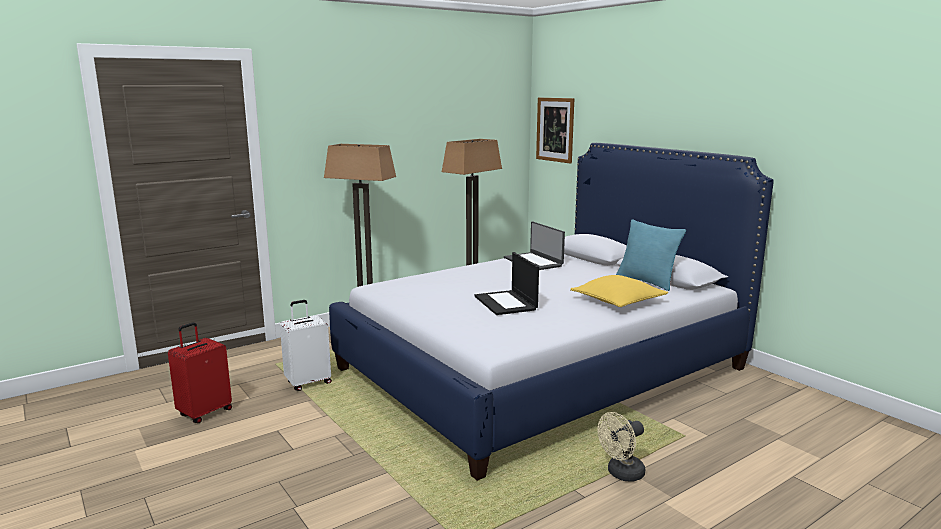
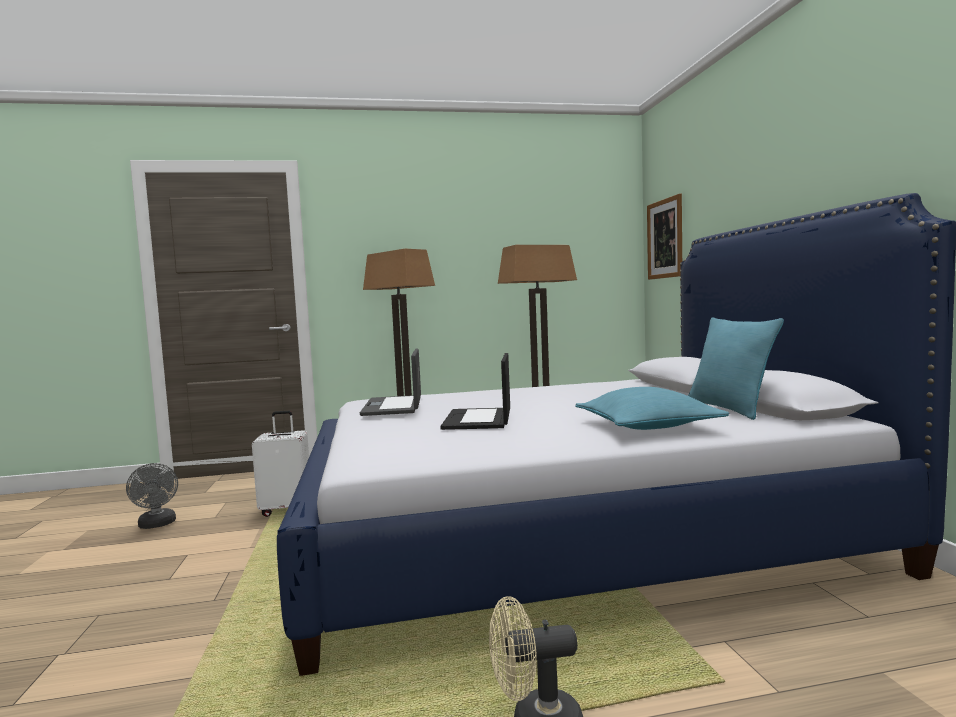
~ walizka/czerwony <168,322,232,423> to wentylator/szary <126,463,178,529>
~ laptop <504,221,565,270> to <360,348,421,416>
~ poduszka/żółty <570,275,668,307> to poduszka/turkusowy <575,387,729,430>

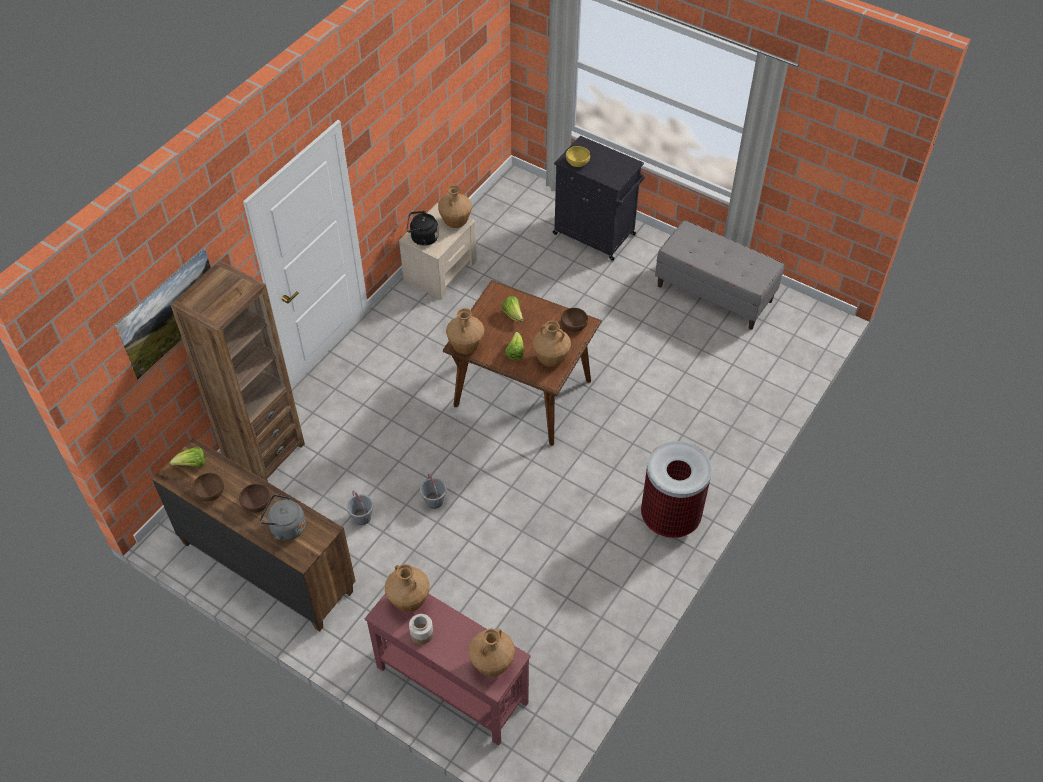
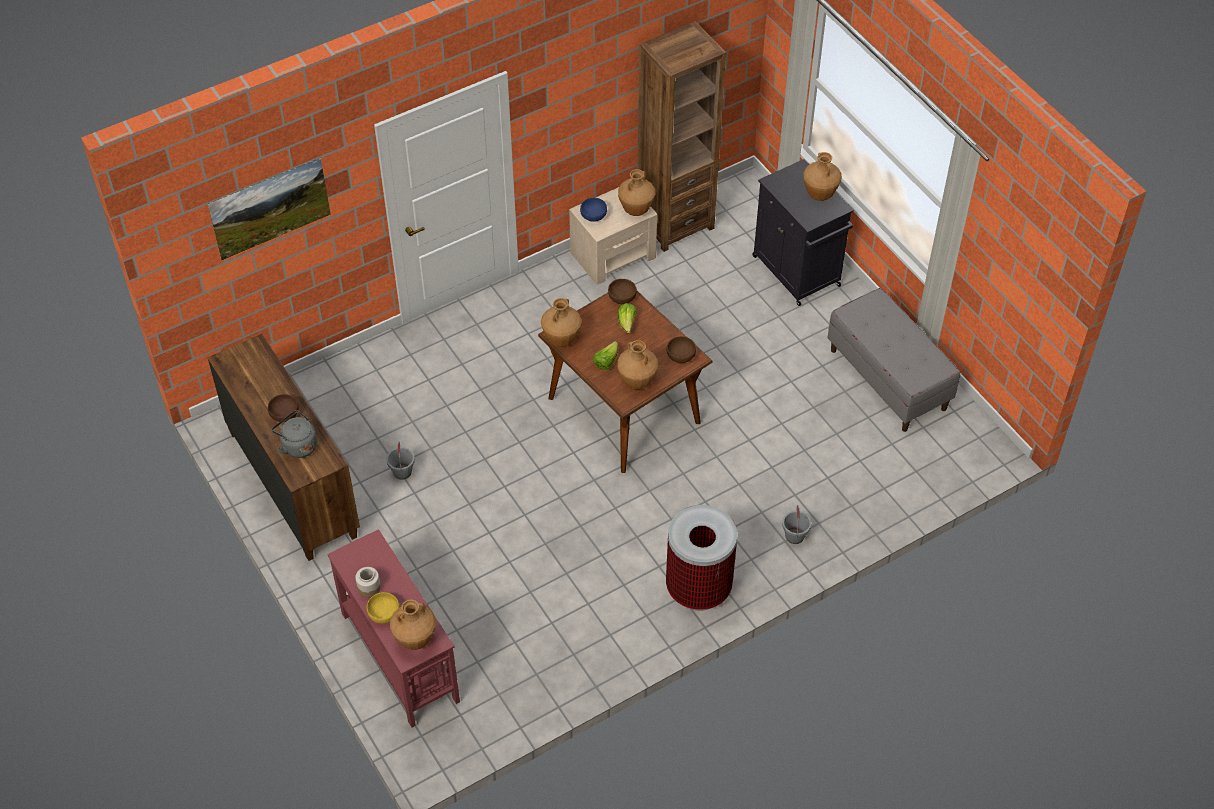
~ regał/brązowy <170,260,305,482> to <637,21,726,252>
- sałata <170,447,205,467>
~ miska/brązowy <192,473,224,501> to <608,279,637,304>
~ wazon/brązowy <385,564,430,612> to <803,152,842,201>
~ czajnik/czarny <407,211,439,246> to miska/niebieski <580,198,607,222>
~ wiadro/szary <420,474,447,509> to <782,505,811,544>
~ miska/żółty <566,146,590,167> to <367,592,400,624>

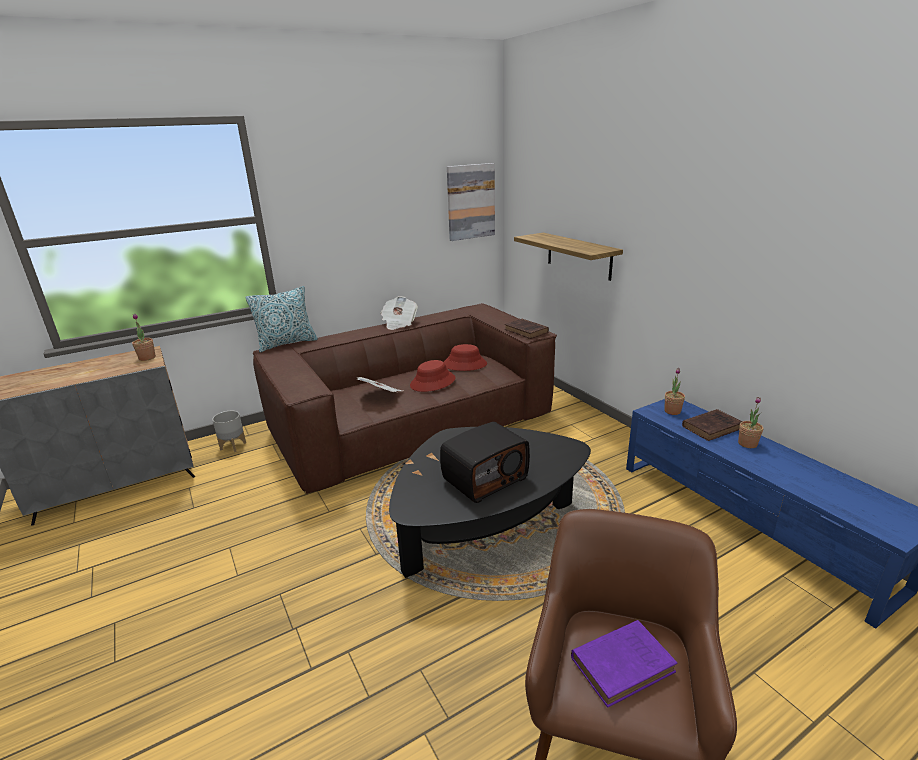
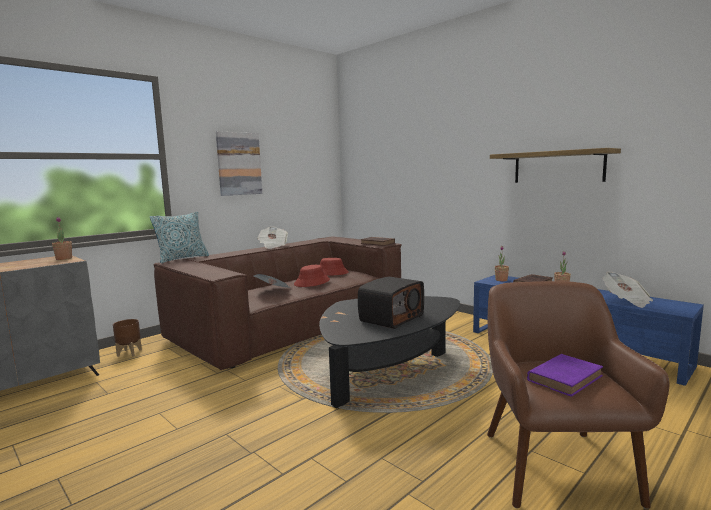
~ donica/szary <212,411,246,452> to donica/brązowy <113,319,142,357>
~ obraz <447,163,495,241> to <216,131,262,196>
~ półka <514,233,623,281> to <490,148,621,183>
+ gazeta <602,272,653,308>

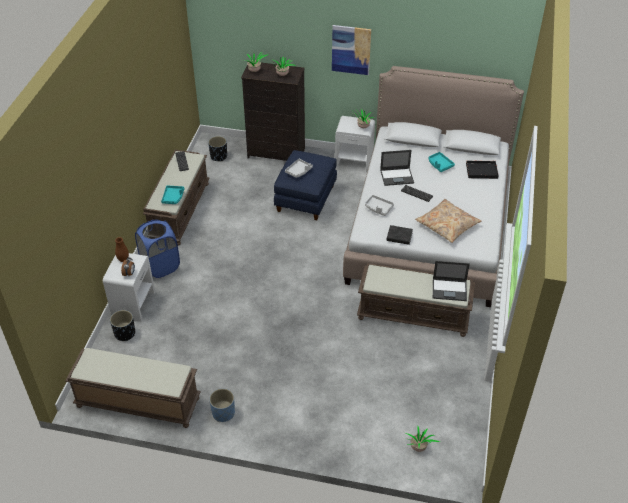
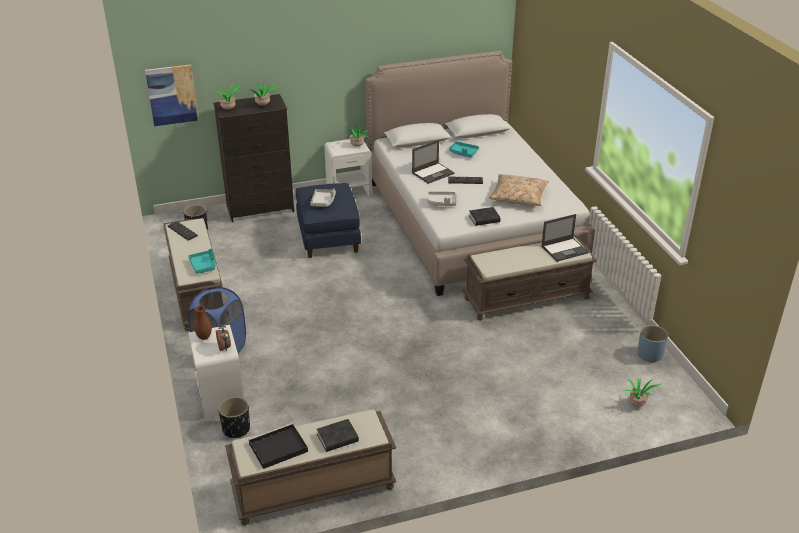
~ donica/niebieski <209,388,235,422> to <638,325,668,363>
~ obraz <332,25,371,75> to <145,64,199,126>
~ taca/czarny <466,160,499,179> to <248,423,308,469>
+ książka/czarny <317,419,359,452>

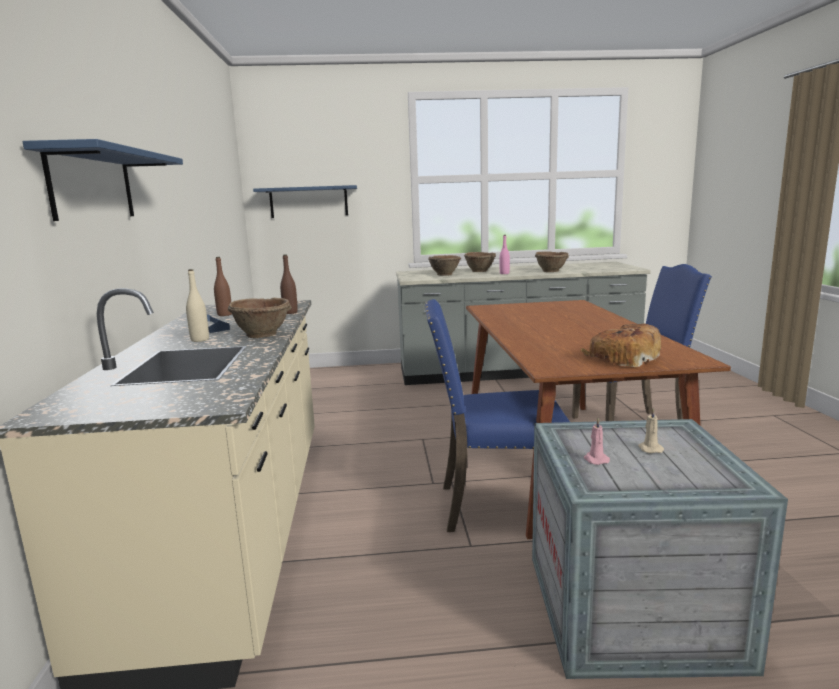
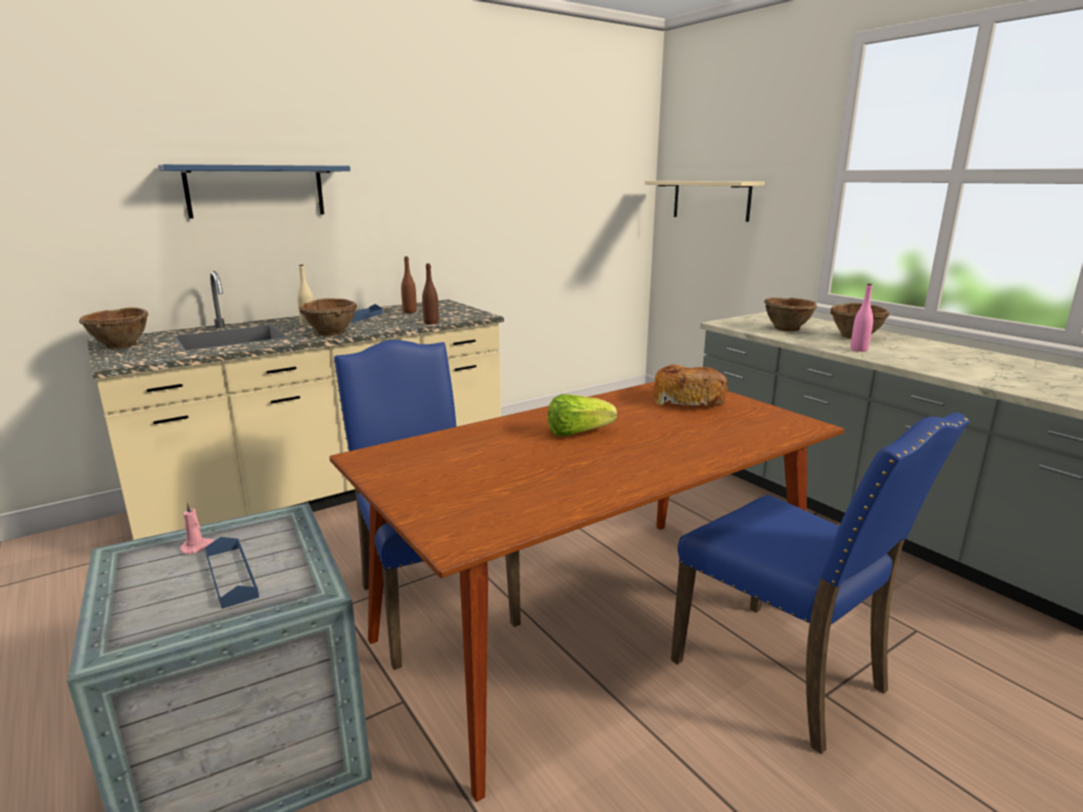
~ półka/niebieski <253,185,357,218> to półka/beżowy <645,181,765,222>
~ miska/brązowy <535,251,569,272> to <79,307,148,349>
~ chleb <581,324,661,367> to <654,364,728,407>
~ świeca/beżowy <638,408,664,453> to taca/niebieski <205,537,259,609>
+ sałata <548,394,617,436>

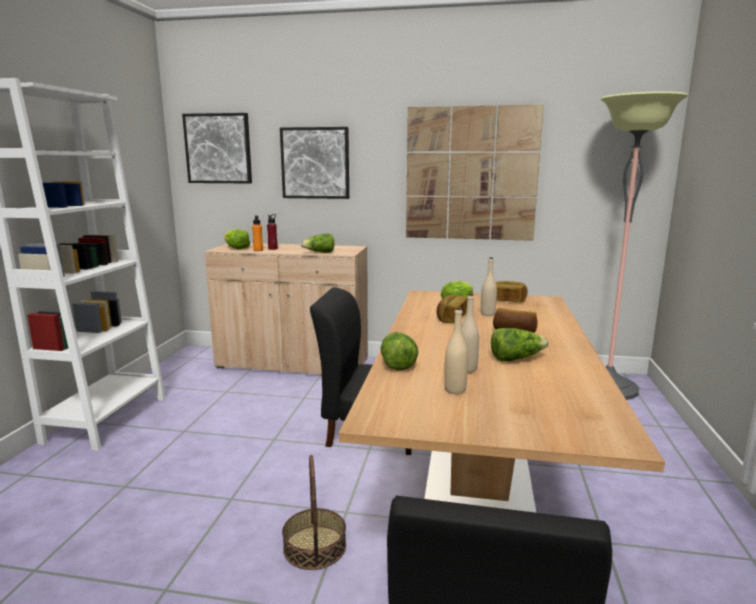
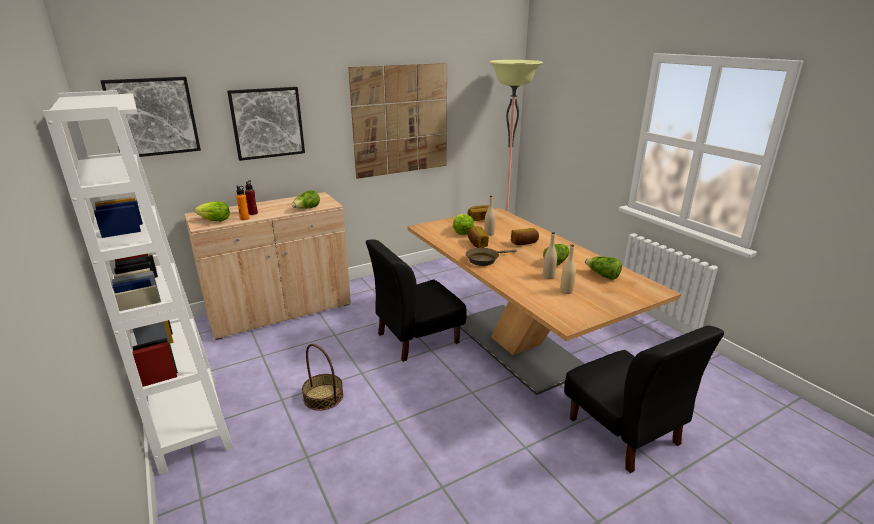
~ koszyk <282,455,346,570> to <302,344,344,410>
~ sałata <380,332,418,371> to <585,256,622,280>
+ patelnia/brązowy <465,248,517,266>

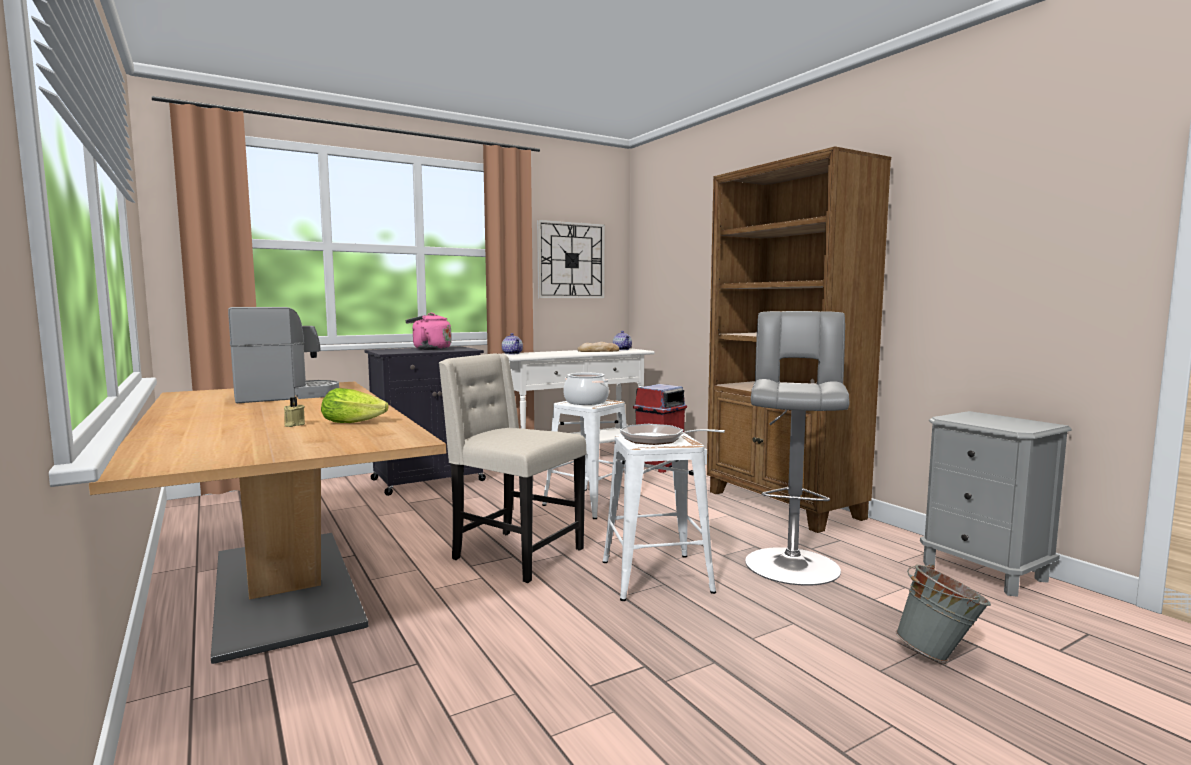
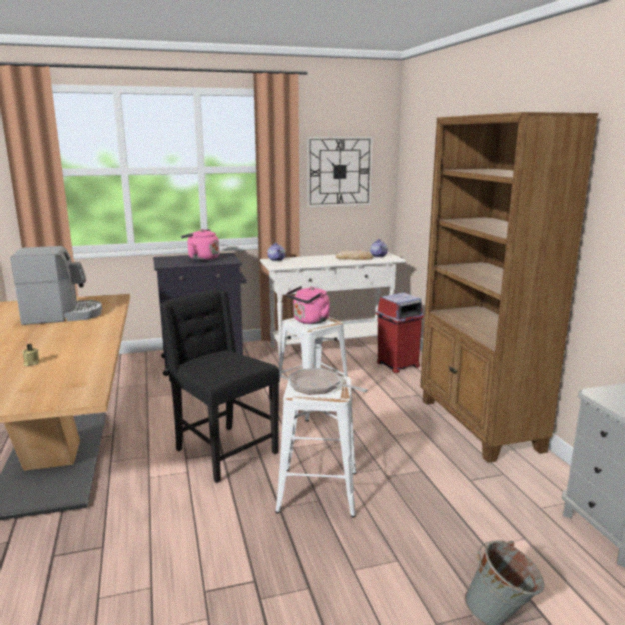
- sałata <321,388,388,423>
~ krzesło/beżowy <439,354,586,583> to krzesło/czarny <159,289,280,483>
~ garnek <563,373,609,405> to czajnik/różowy <286,286,330,324>
- stołek/szary <745,311,850,586>

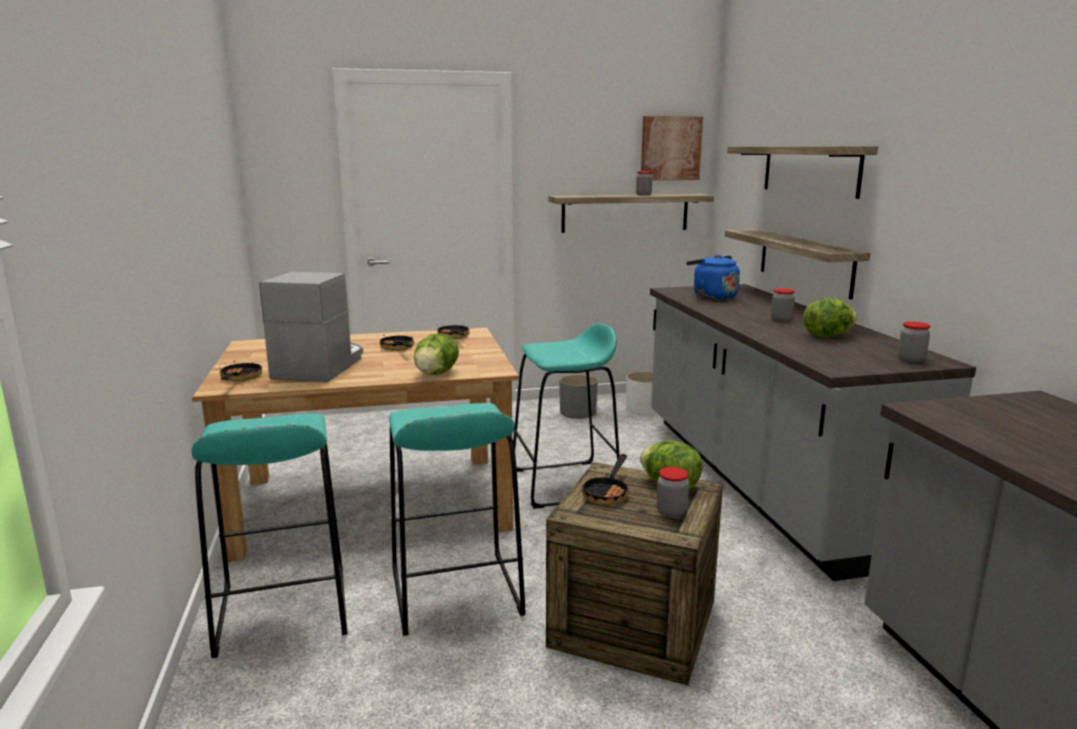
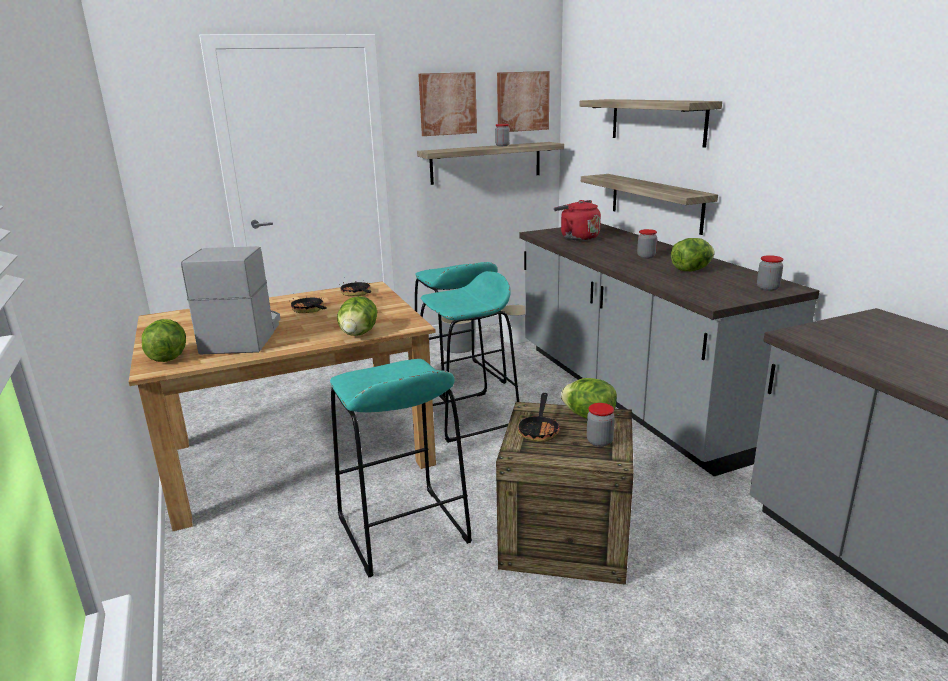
~ stołek/turkusowy <191,413,348,658> to <415,262,507,398>
~ patelnia <219,361,262,382> to sałata <142,319,186,362>
~ czajnik/niebieski <686,254,740,300> to czajnik/czerwony <554,200,601,241>
+ obraz <418,72,477,136>

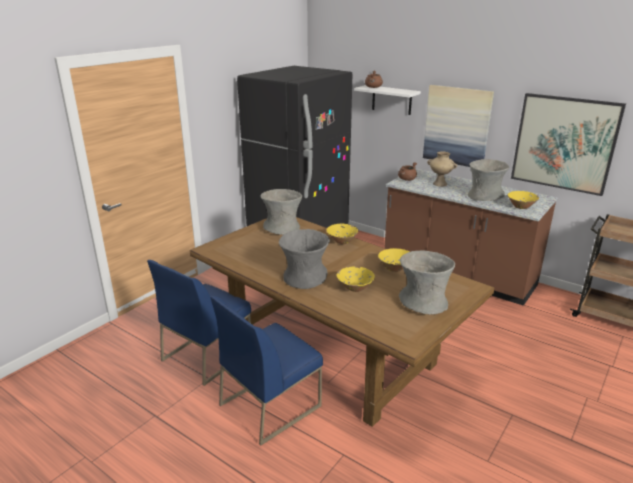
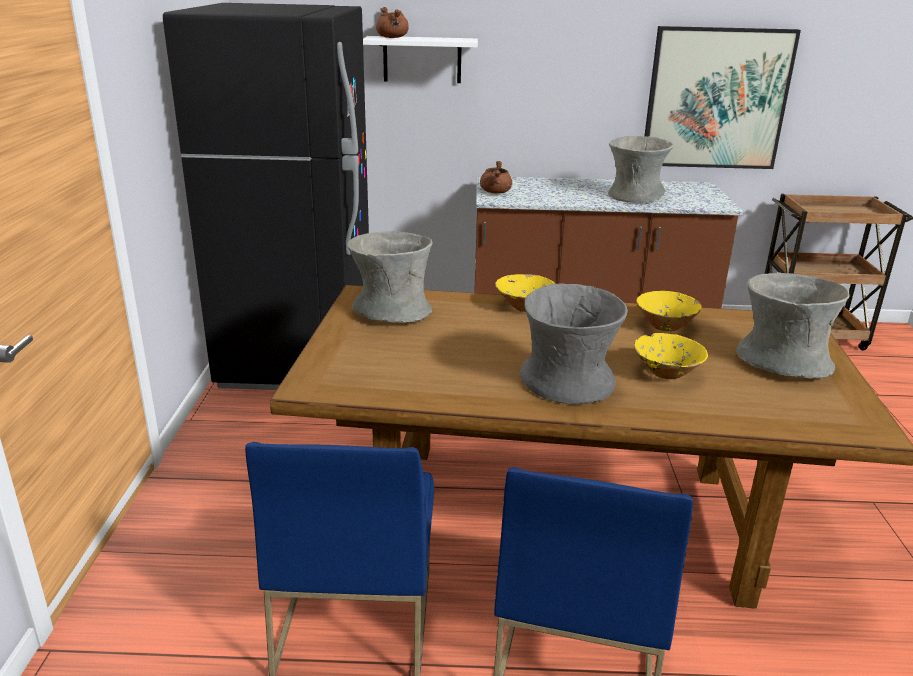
- obraz <423,85,494,167>
- wazon/beżowy <427,151,457,187>
- miska/żółty <508,191,539,209>

